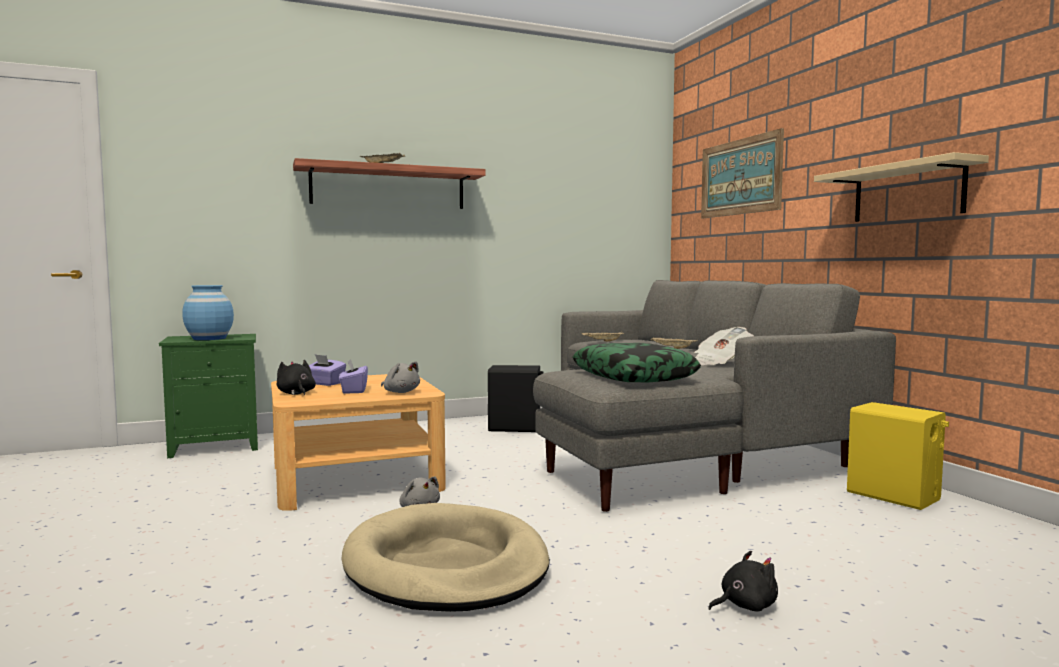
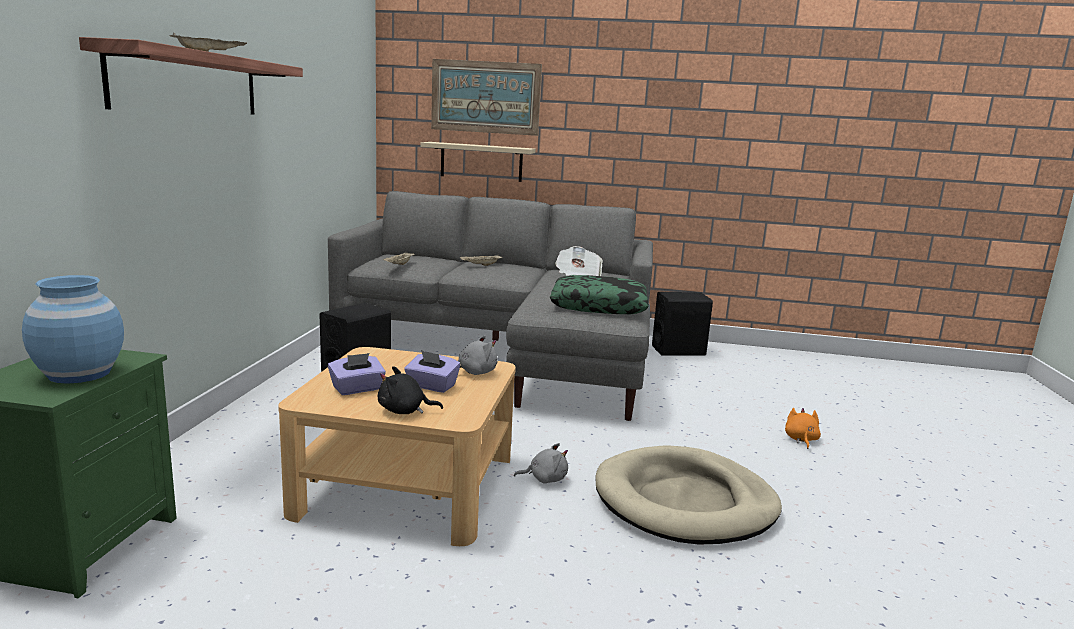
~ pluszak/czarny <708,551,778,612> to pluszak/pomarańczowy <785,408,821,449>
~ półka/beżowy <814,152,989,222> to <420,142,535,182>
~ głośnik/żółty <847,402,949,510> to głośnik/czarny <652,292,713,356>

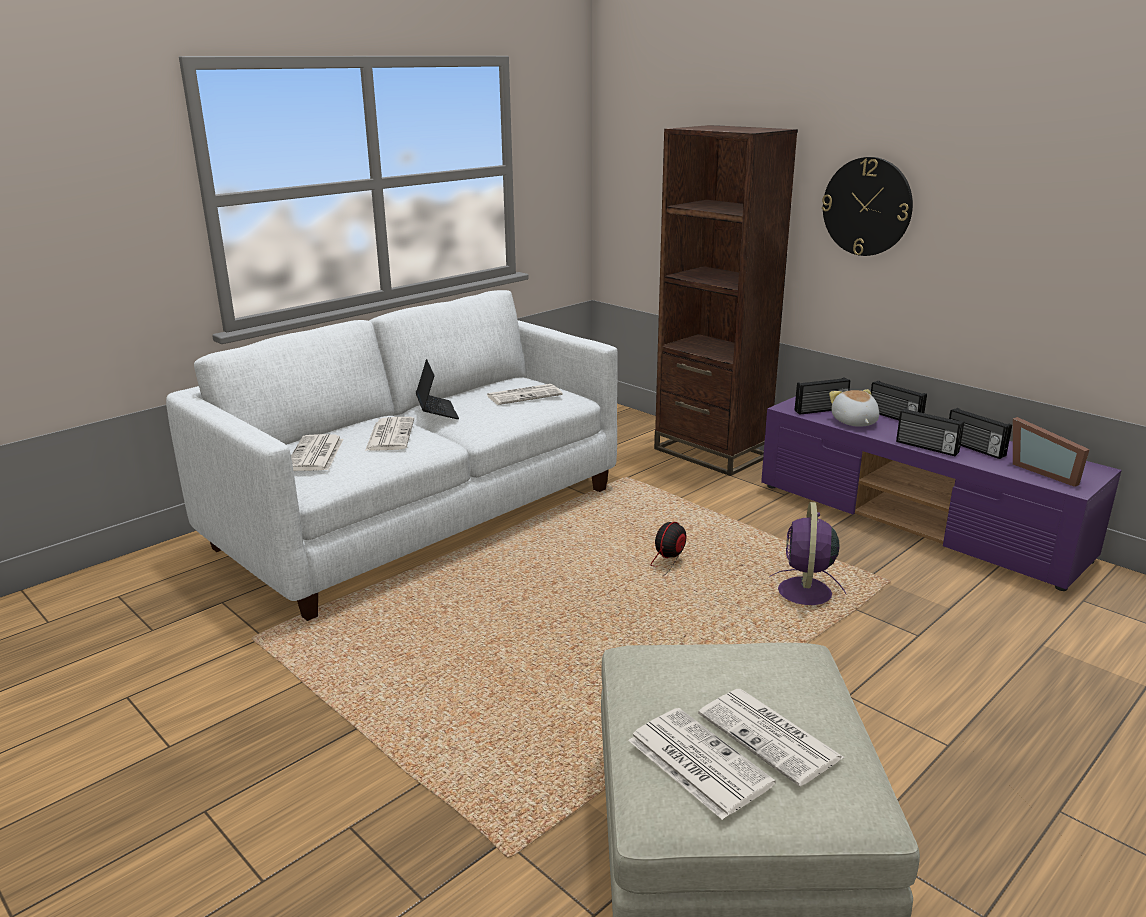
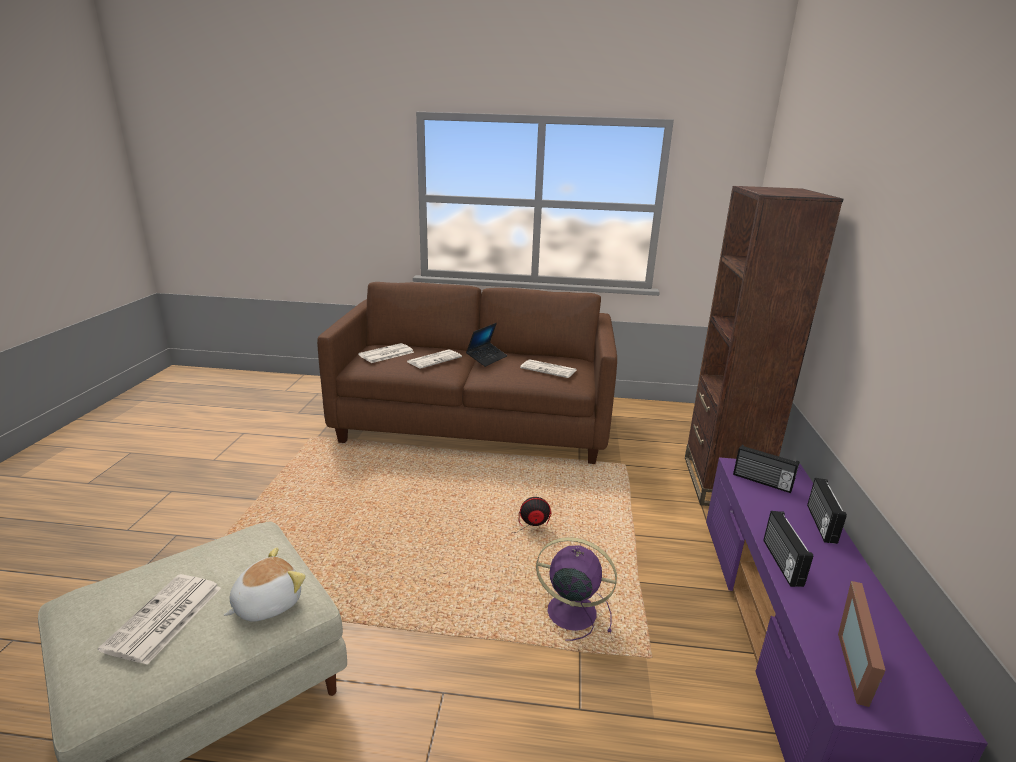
~ kanapa/biały <166,290,618,621> to kanapa/brązowy <317,282,617,464>
- gazeta <628,708,776,820>
~ wentylator/fioletowy <769,502,846,605> = <536,537,617,641> 45 degrees clockwise
- zegar ścienny <822,157,913,256>
~ pluszak <829,389,879,427> to <224,547,306,622>
- radio <949,408,1012,459>

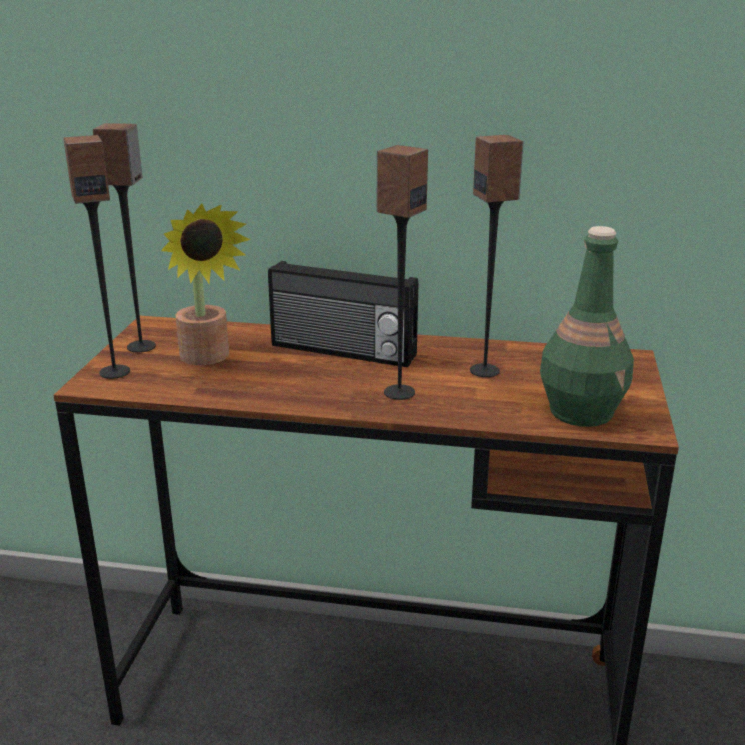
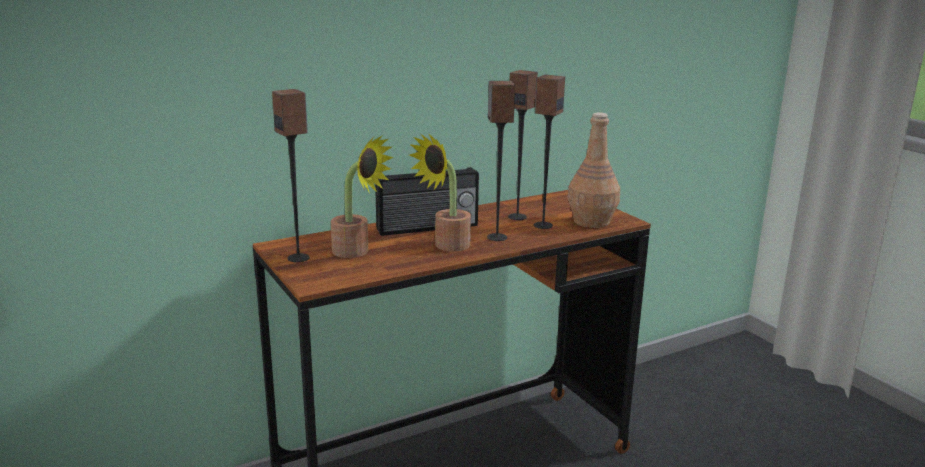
~ głośnik <63,135,130,379> to <534,75,565,229>
~ butelka/zielony <540,226,634,427> to butelka/brązowy <568,112,620,228>
+ roślina doniczkowa <409,133,471,251>

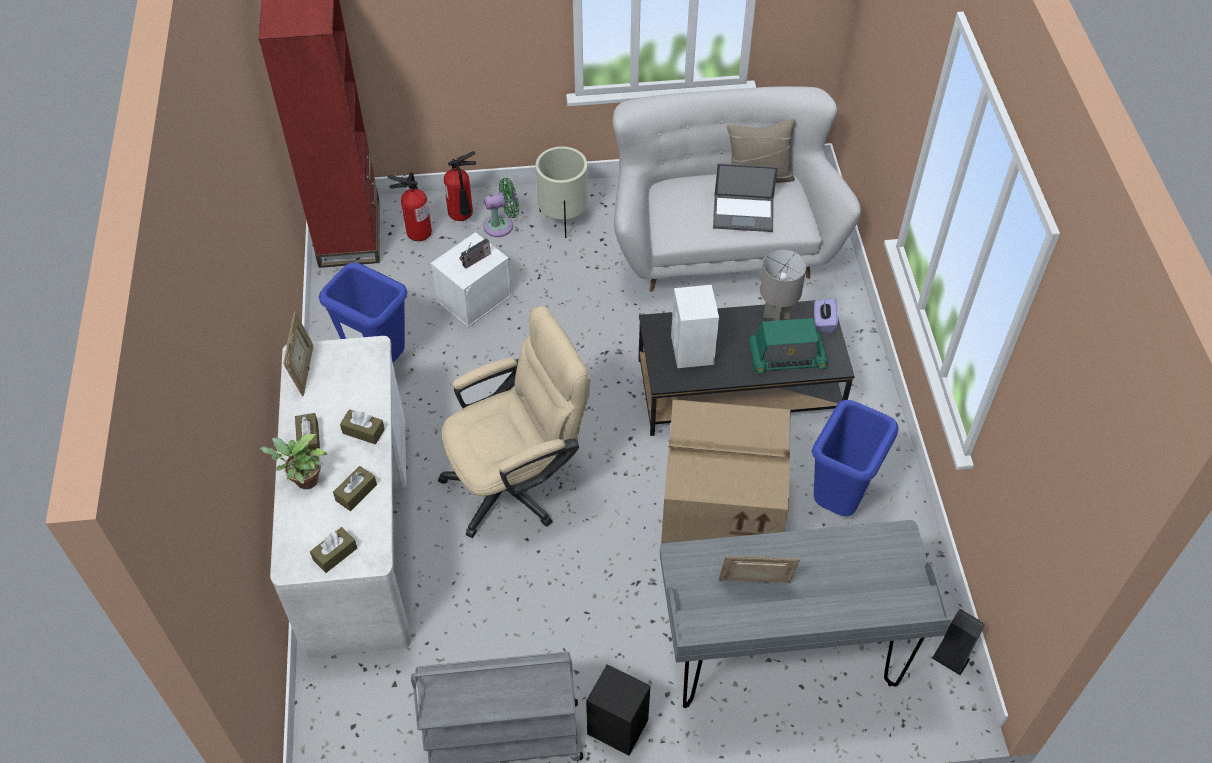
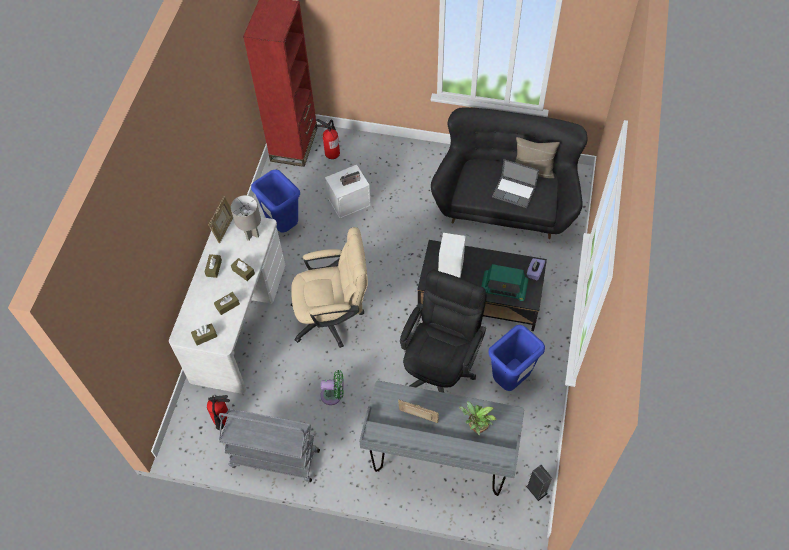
~ roślina doniczkowa <259,434,327,489> to <459,401,497,435>
~ gaśnica <444,151,476,221> to <207,395,230,430>
~ wentylator/zielony <483,178,519,237> to <320,370,344,405>
- donica/beżowy <536,146,588,238>
- głośnik/czarny <586,664,651,755>
~ kanapa/biały <613,86,861,292> to kanapa/czarny <431,108,588,239>
~ karton <661,399,791,544> to krzesło biurowe/czarny <400,270,487,393>
~ lampa stołowa/szary <760,249,807,321> to <231,195,261,241>

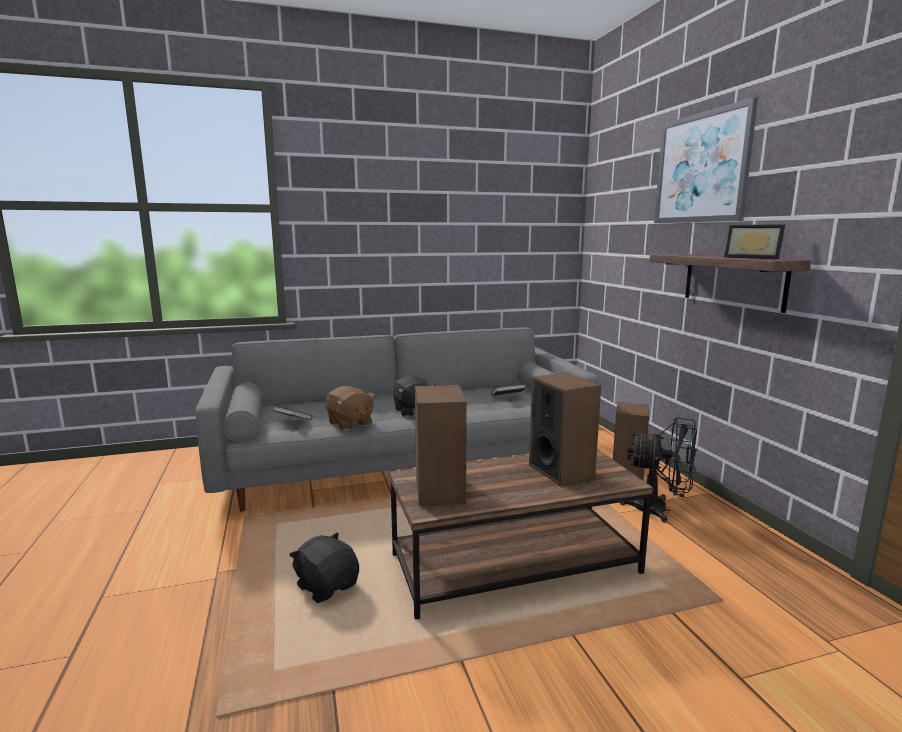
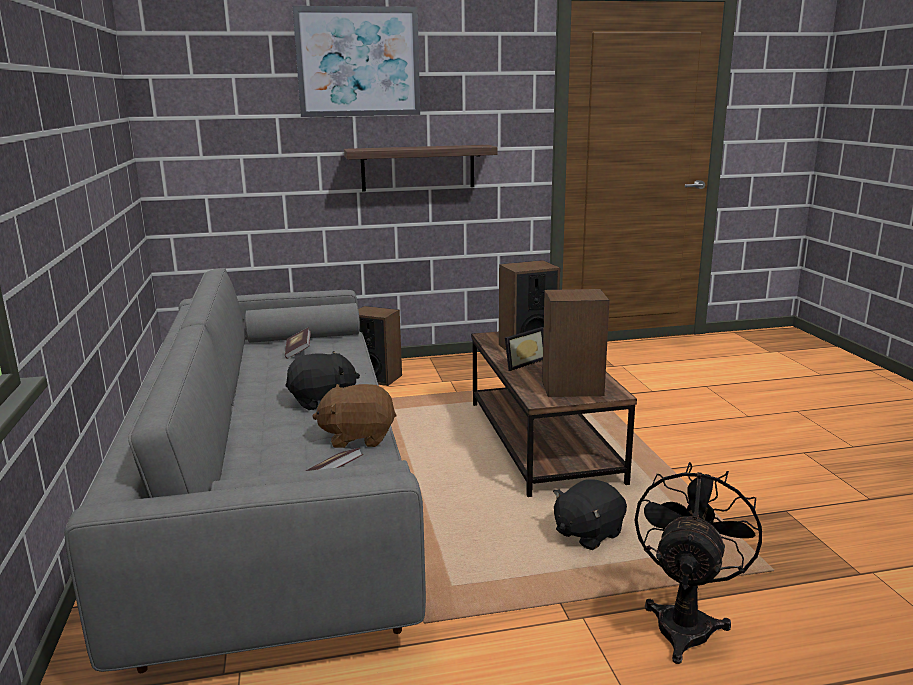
~ pluszak/brązowy <326,386,375,430> = <312,384,396,448> 150 degrees counterclockwise
~ wentylator/czarny <620,417,697,523> to <635,462,762,664>
~ ramka na zdjęcie <724,224,785,259> to <505,327,544,371>

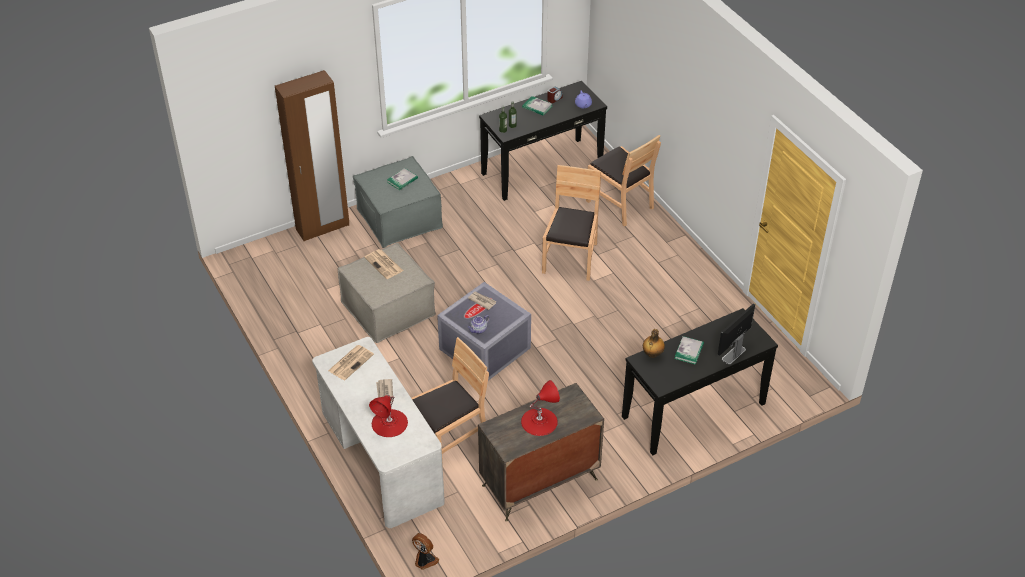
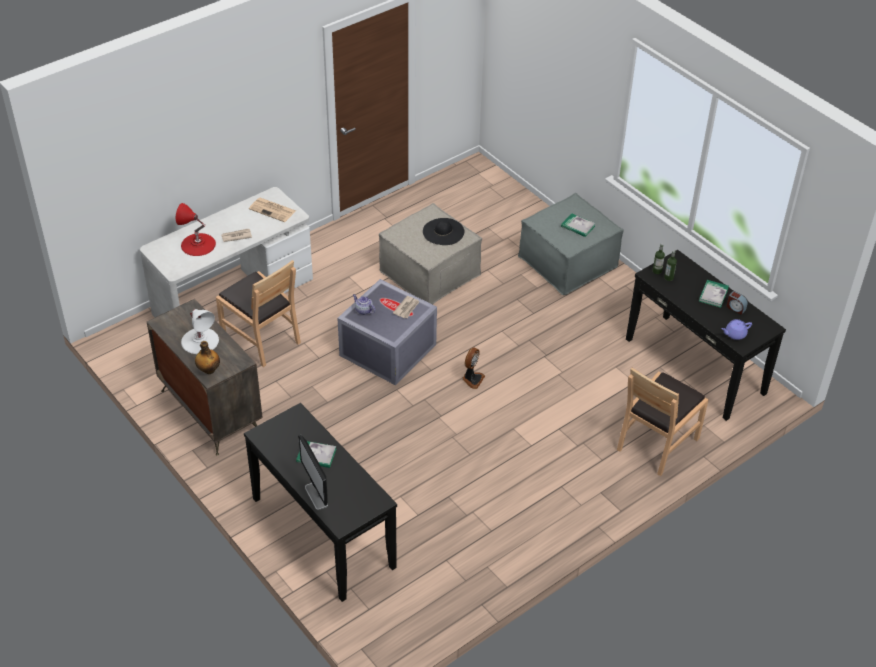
- szafa/brązowy <275,70,349,241>
~ gazeta <364,249,403,279> to kapelusz/czarny <423,218,465,245>
~ wentylator <412,533,439,570> to <462,347,485,389>
~ lampa stołowa/czerwony <521,380,560,436> to lampa stołowa/biały <181,309,219,354>
- krzesło/brązowy <542,165,601,281>
~ butelka <643,329,665,358> to <195,341,220,374>
~ monitor <718,303,755,364> = <298,435,328,510> 150 degrees counterclockwise

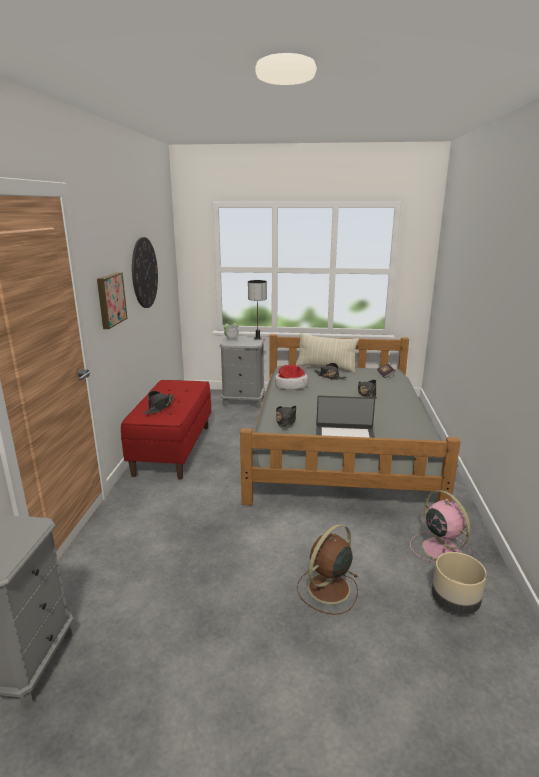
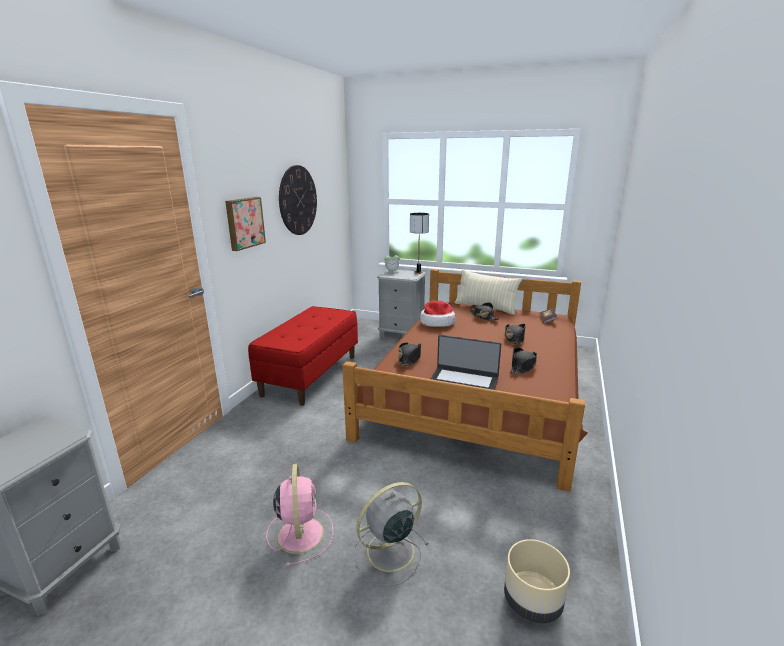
~ kapelusz/czarny <144,391,174,414> to <510,347,537,374>
~ łóżko/szary <240,334,460,505> to łóżko/brązowy <342,269,588,492>
~ wentylator/brązowy <297,524,358,615> to wentylator/szary <354,482,429,586>
~ wentylator/różowy <410,490,472,562> to <266,464,333,566>

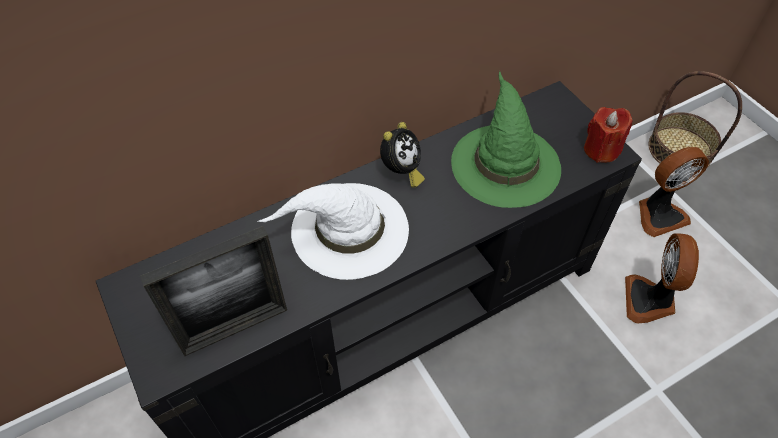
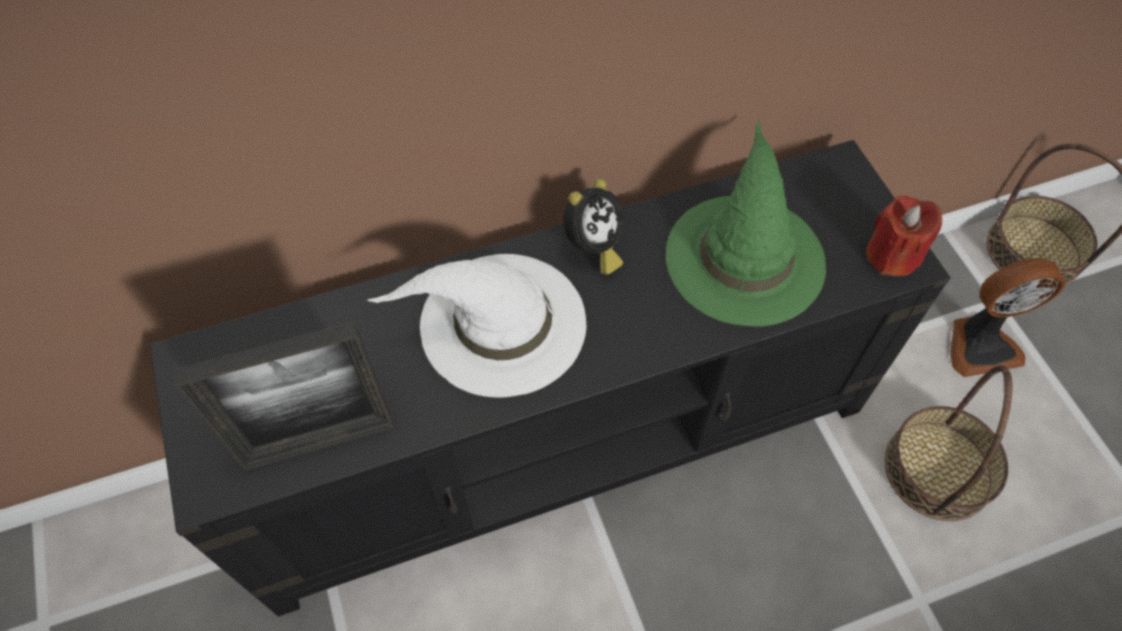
~ wentylator <625,233,699,324> to koszyk <885,365,1012,521>

